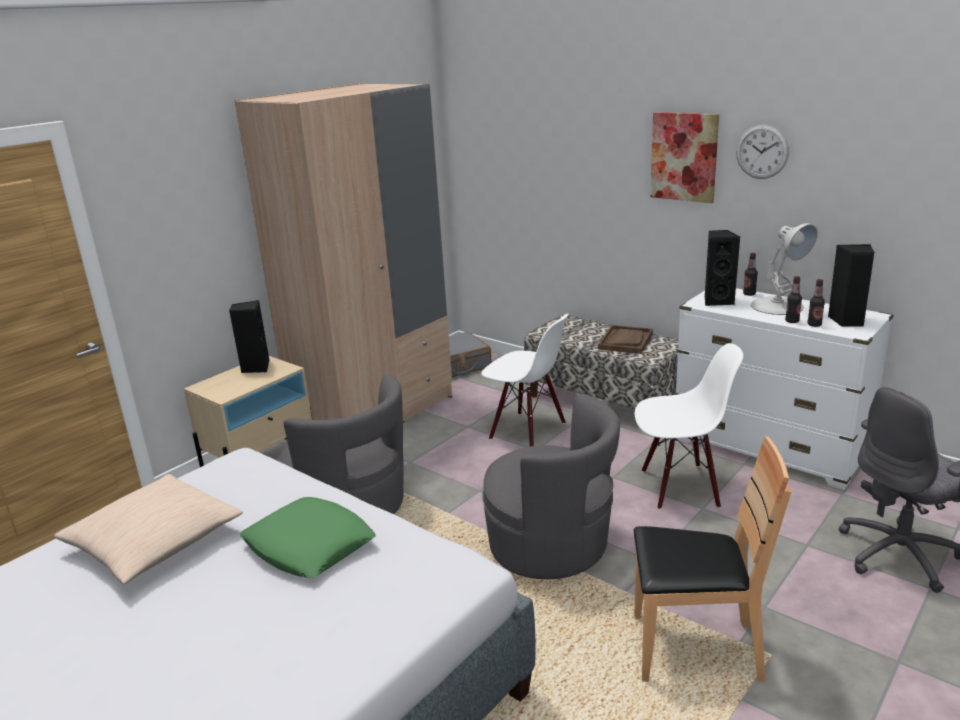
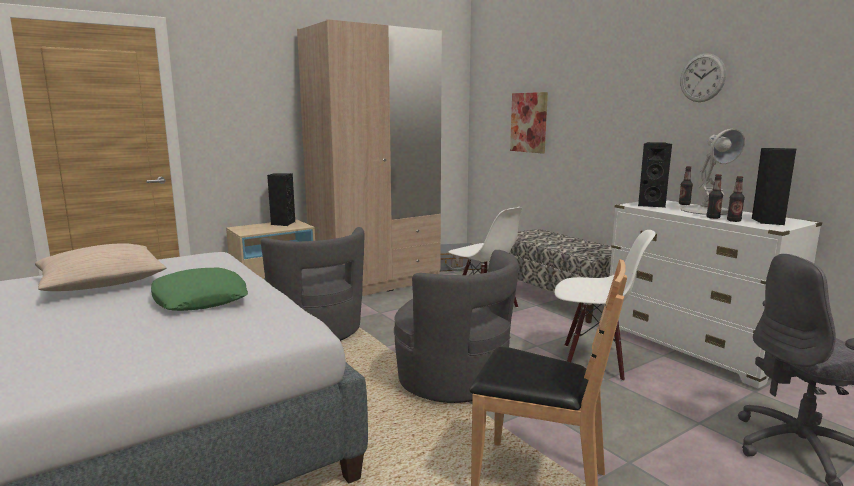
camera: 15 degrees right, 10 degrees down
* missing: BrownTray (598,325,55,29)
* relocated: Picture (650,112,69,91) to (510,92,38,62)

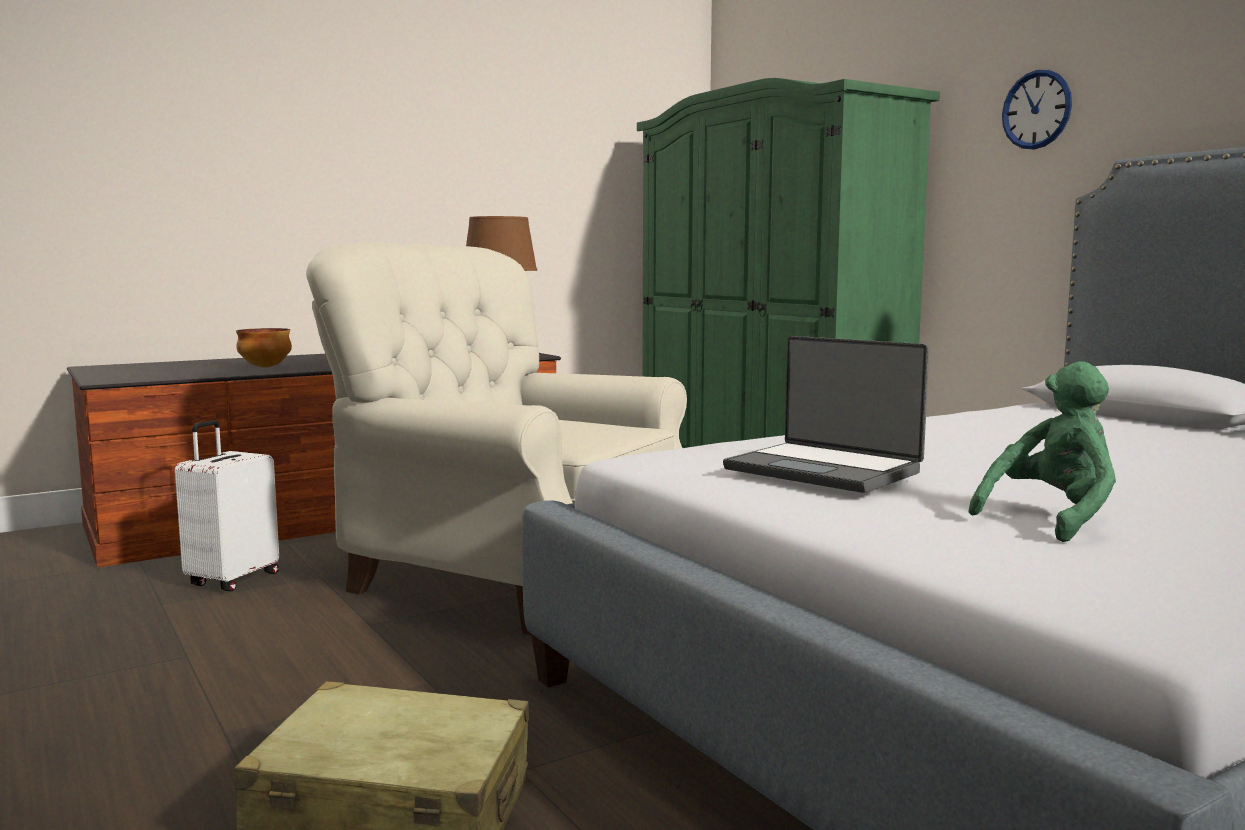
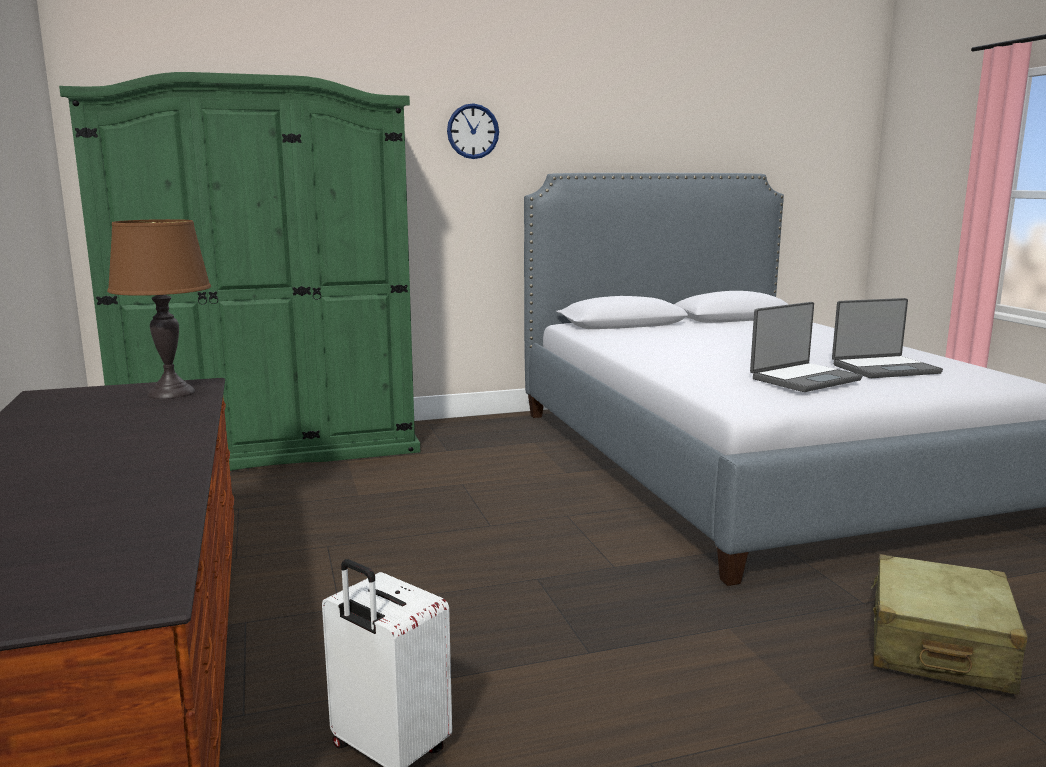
camera: 75 degrees left, 5 degrees up
* missing: Bowl (236,328,56,40)
* missing: BeigeArmchair (306,242,381,393)
* exchanged: GreenPlushToy (969,361,147,181) to Laptop (832,298,111,80)

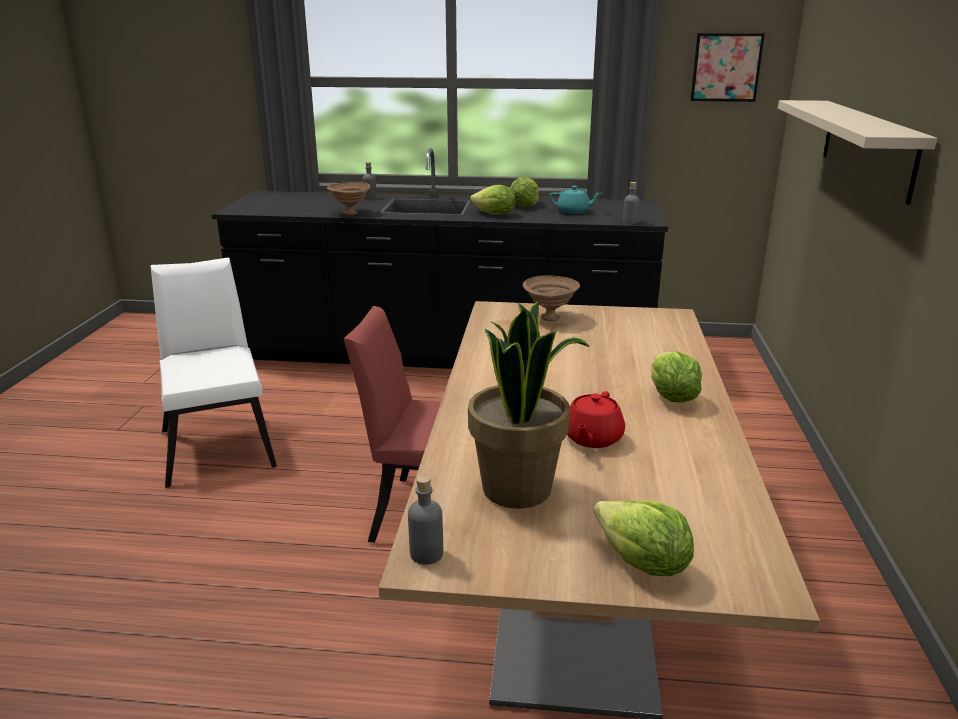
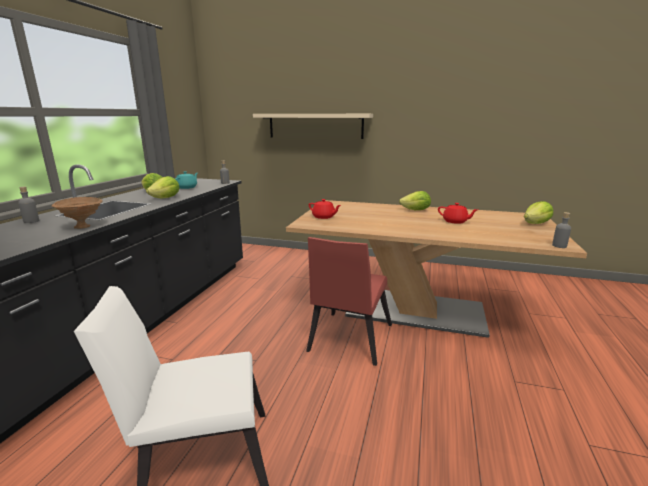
camera: 80 degrees left, 5 degrees down
* missing: PottedPlant (468,300,121,209)
* missing: Picture (690,33,75,69)
* exchanged: BrownBowl (523,275,57,46) to RedTeapot (309,199,32,20)

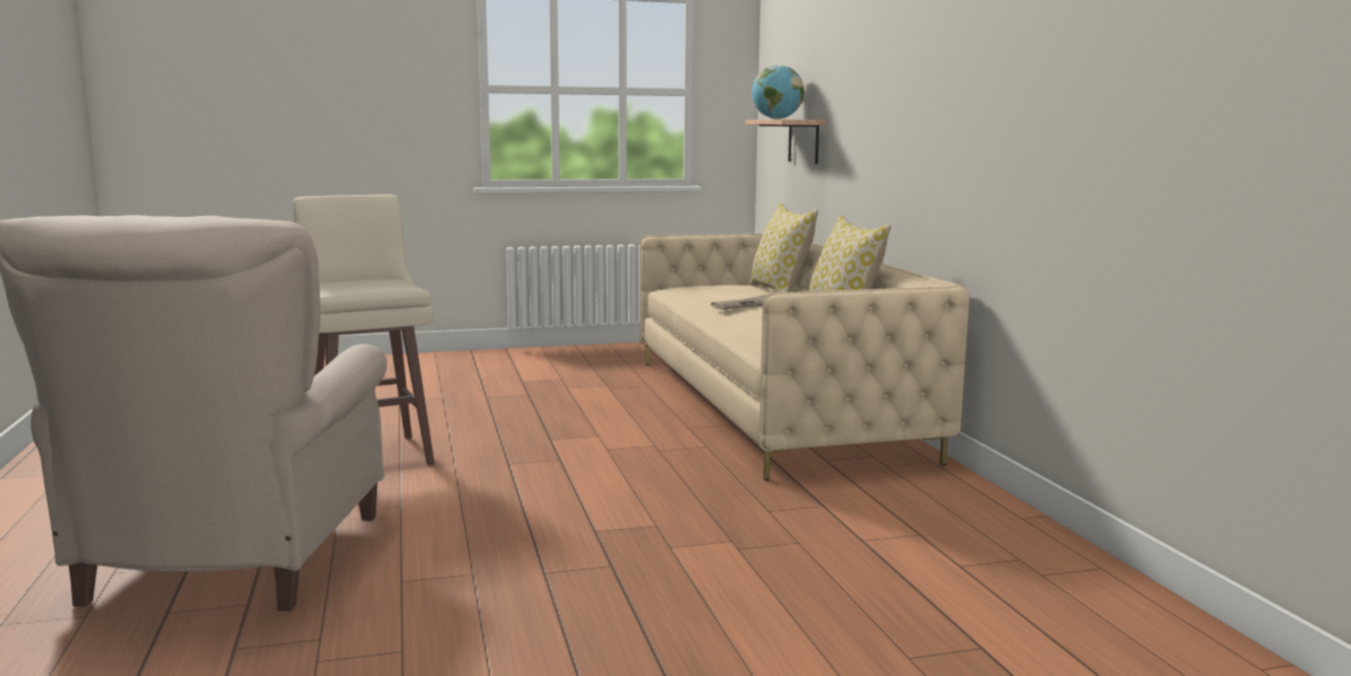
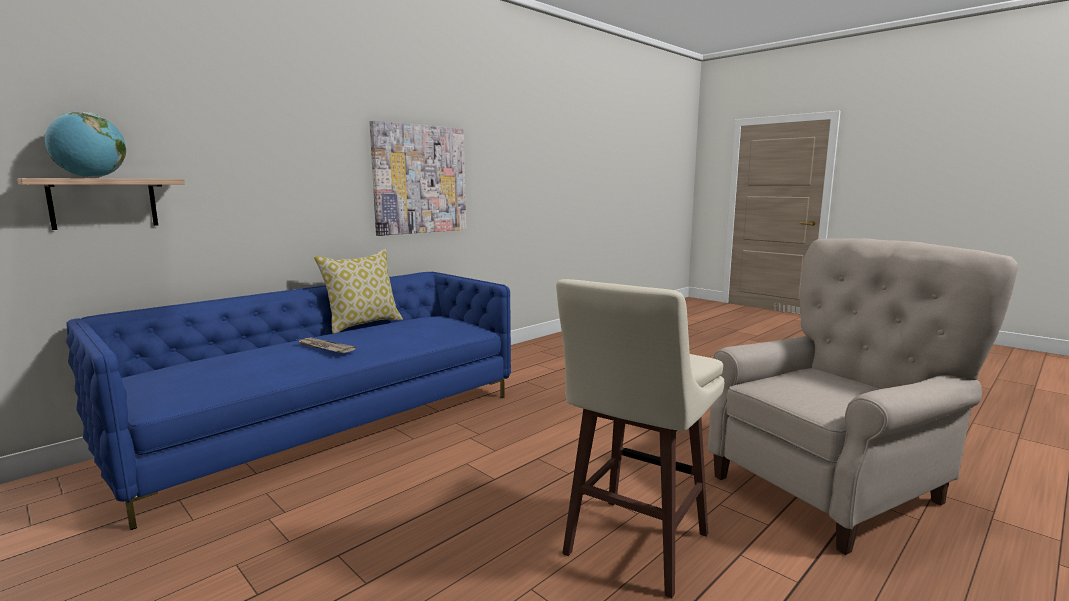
camera: 120 degrees left, 0 degrees up
* missing: Pillow (750,203,68,90)
* appeared: Picture (369,121,97,115)
* colour: BeigeSofa (640,234,330,247) to BlueSofa (66,272,445,258)

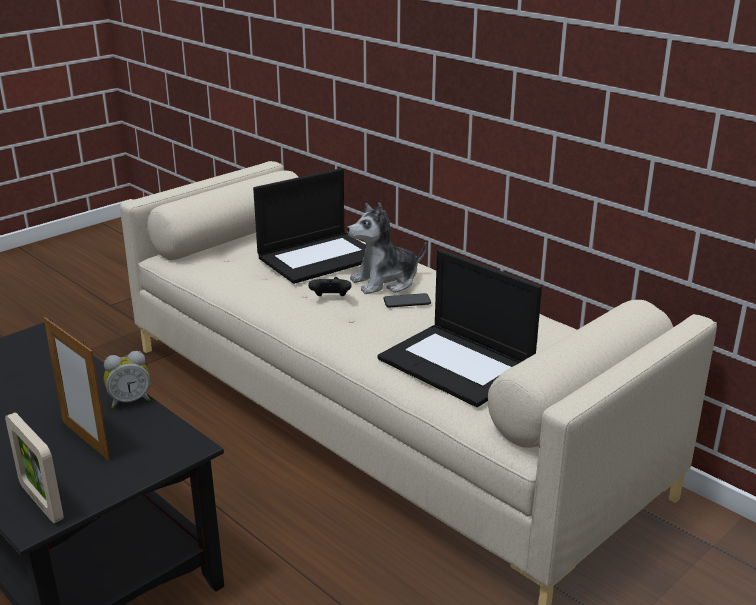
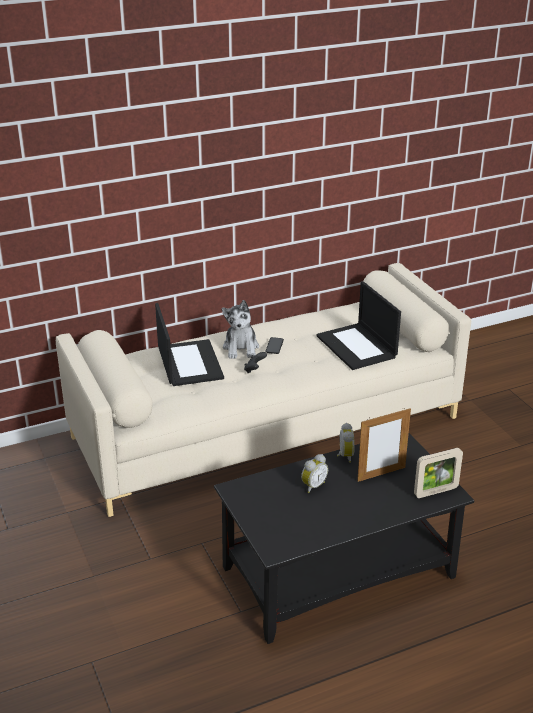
camera: 70 degrees left, 5 degrees up
* appeared: AlarmClock (301,454,27,39)
* spun: Laptop (377,249,165,158) = (317,281,84,89) 90 degrees clockwise

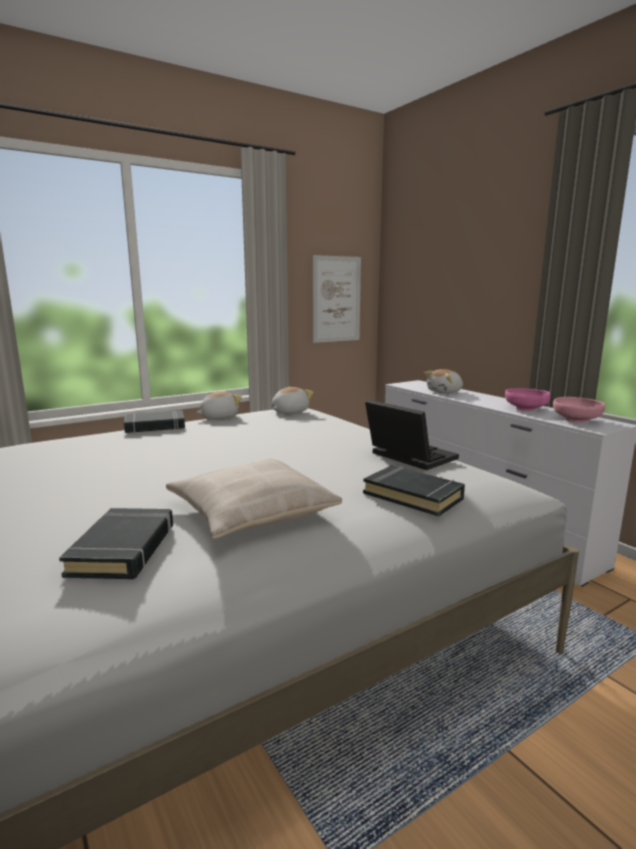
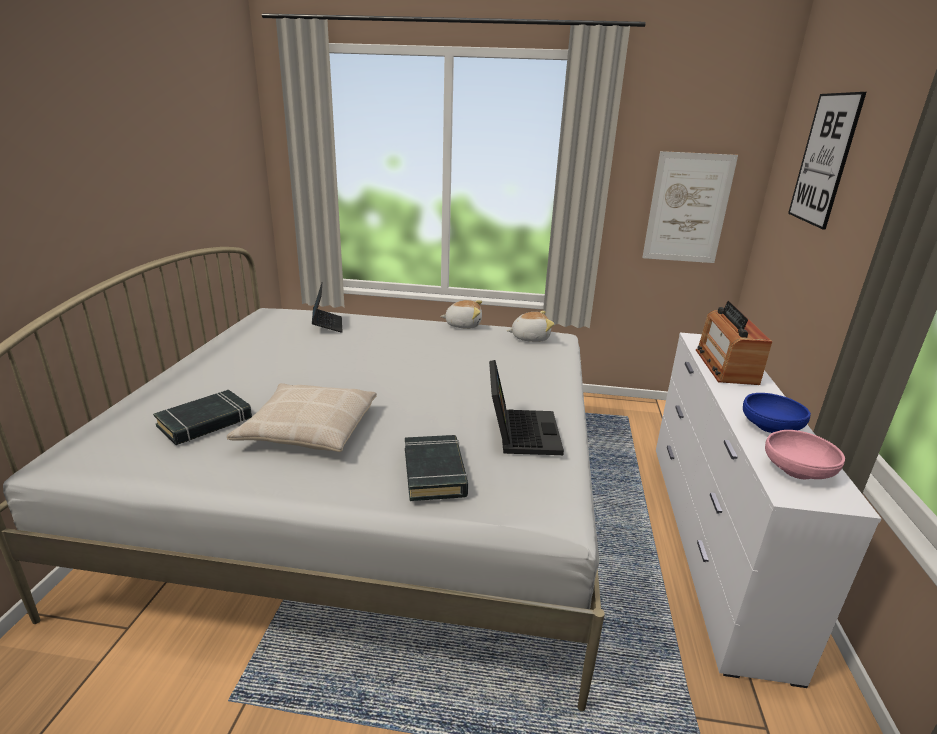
camera: 40 degrees right, 10 degrees up
* missing: BlackBook (124,410,61,23)
* appeared: Laptop (312,283,31,50)
* appeared: Picture (788,92,78,138)
* exchanged: PlushToy (424,369,39,24) to Radio (696,301,76,84)
* colour: PinkBowl (505,388,46,23) to BlueBowl (743,393,68,40)

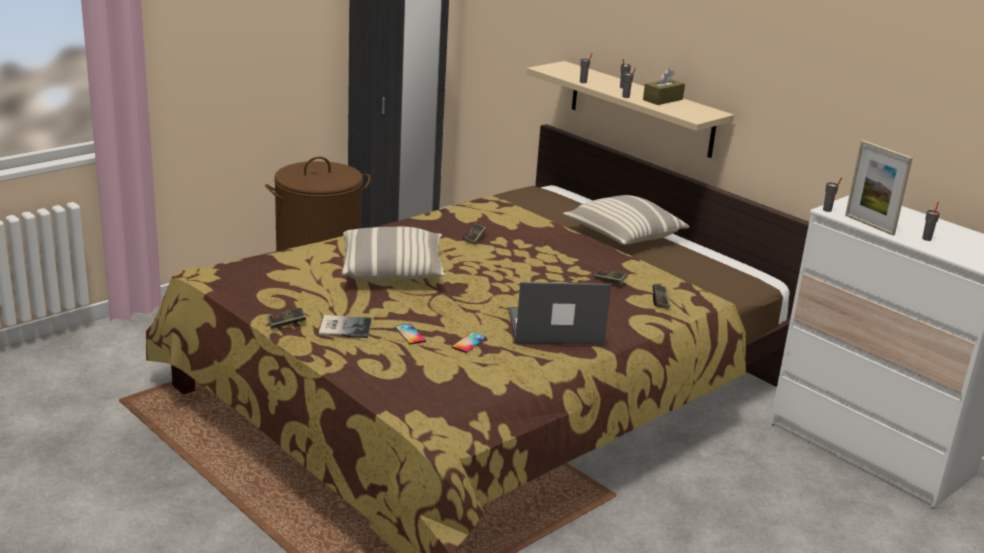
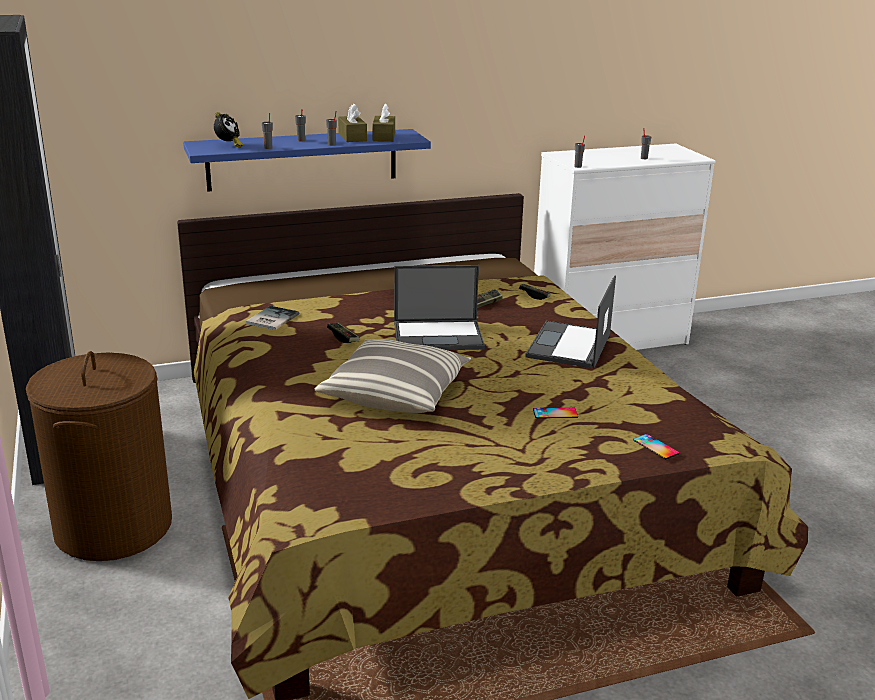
camera: 65 degrees left, 0 degrees up
* missing: GameController (268,307,38,22)
* missing: Pillow (563,195,126,50)
* missing: PictureFrame (845,140,68,95)
* appeared: AlarmClock (214,112,29,35)
* appeared: BrownTissueBox (372,103,23,39)
* appeared: Laptop (394,265,91,85)
* relocated: Book (319,315,53,23) to (246,306,53,24)
* relocated: Phone (451,332,36,21) to (633,434,47,25)
* colour: BeigeShelf (527,61,207,97) to BlueShelf (183,129,248,62)

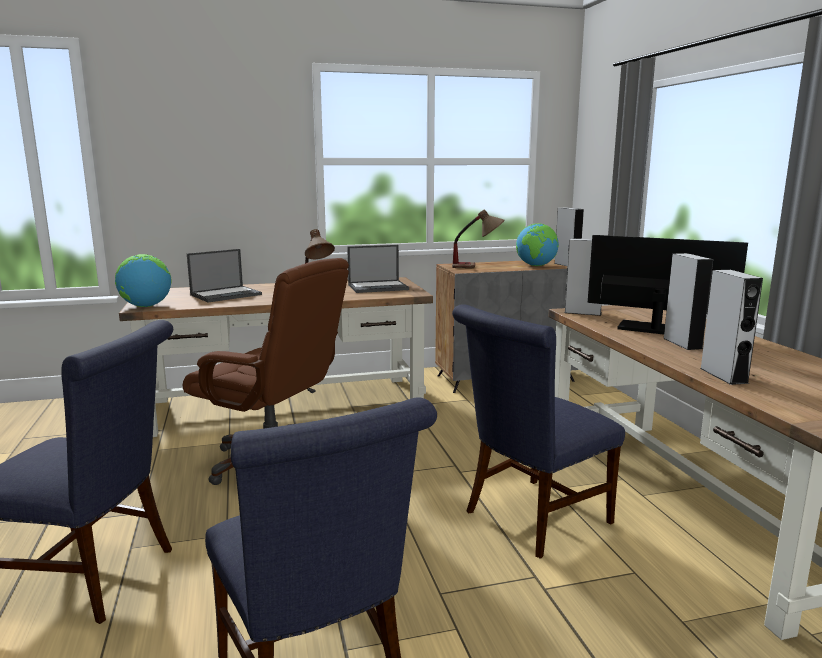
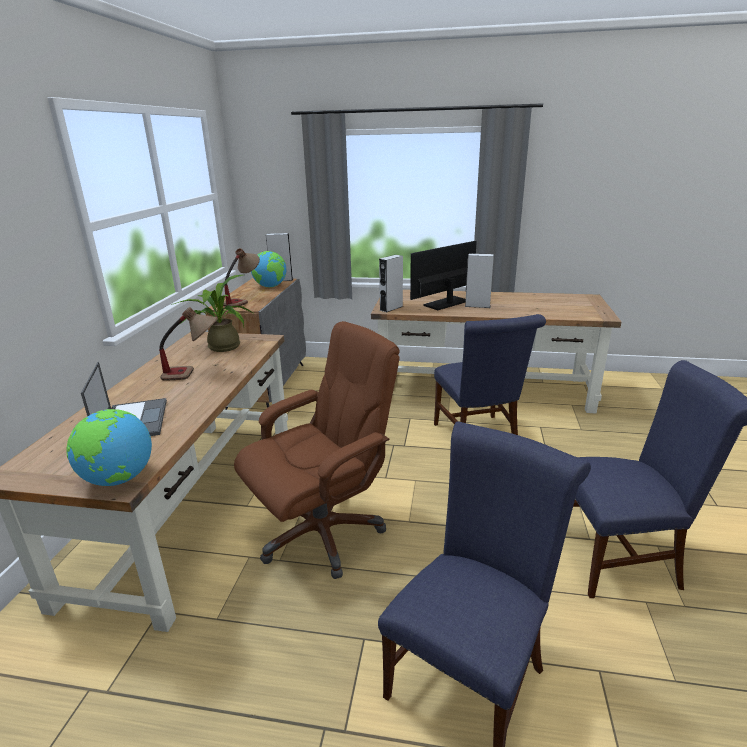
camera: 65 degrees left, 10 degrees up
* missing: GreySpeaker (700,270,63,115)
* exchanged: Laptop (347,245,62,48) to PottedPlant (171,275,84,77)

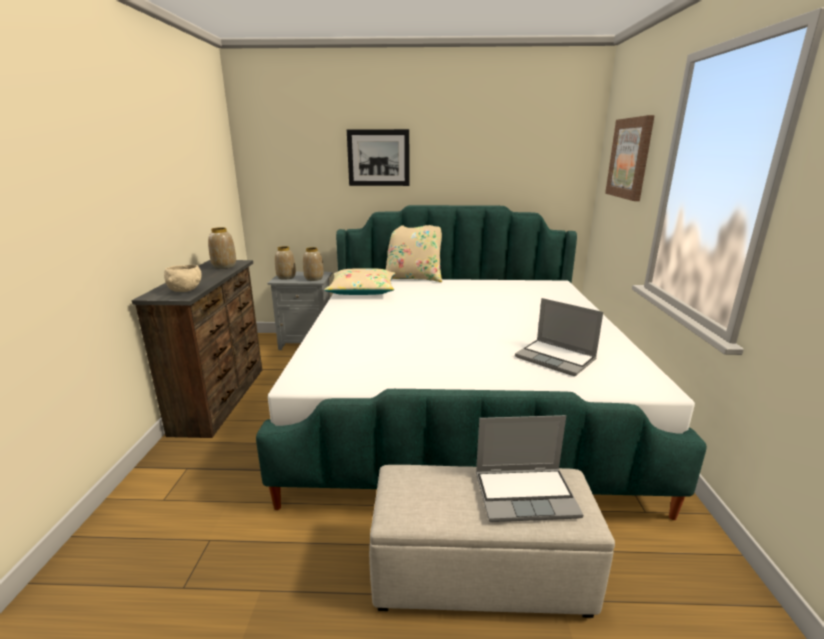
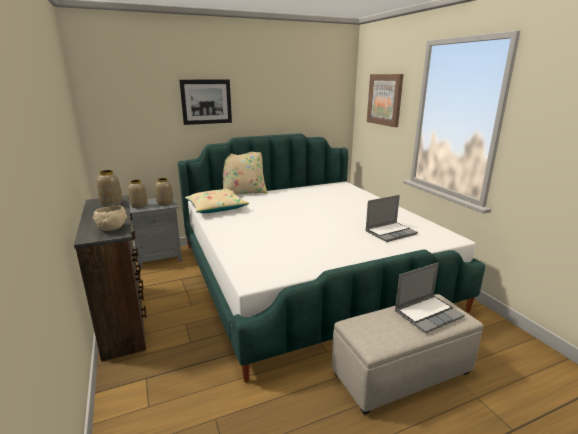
camera: 25 degrees left, 0 degrees up
* spun: Laptop (515,298,88,78) = (365,195,53,47) 45 degrees counterclockwise

